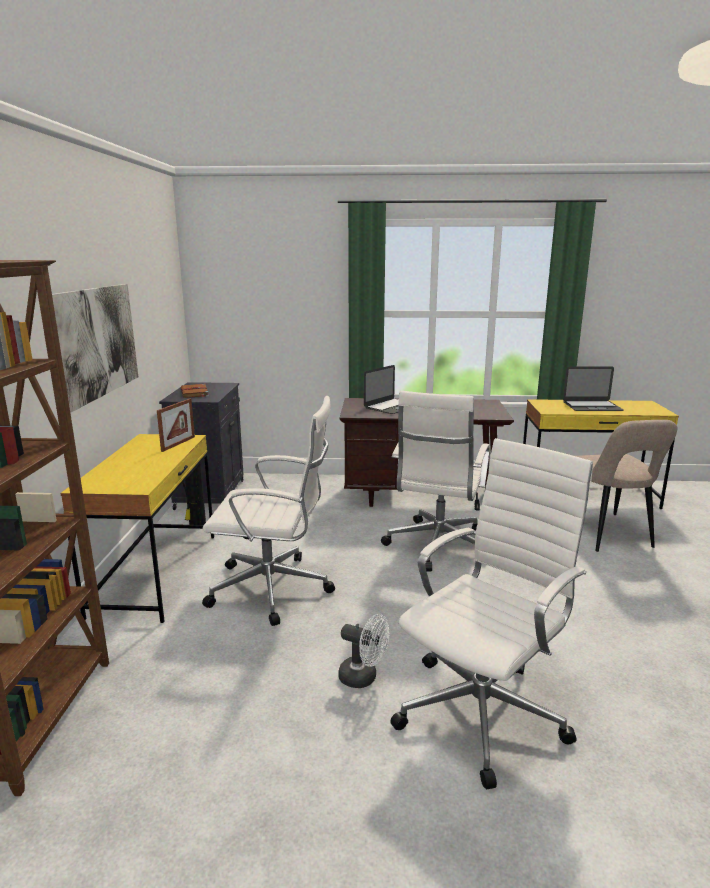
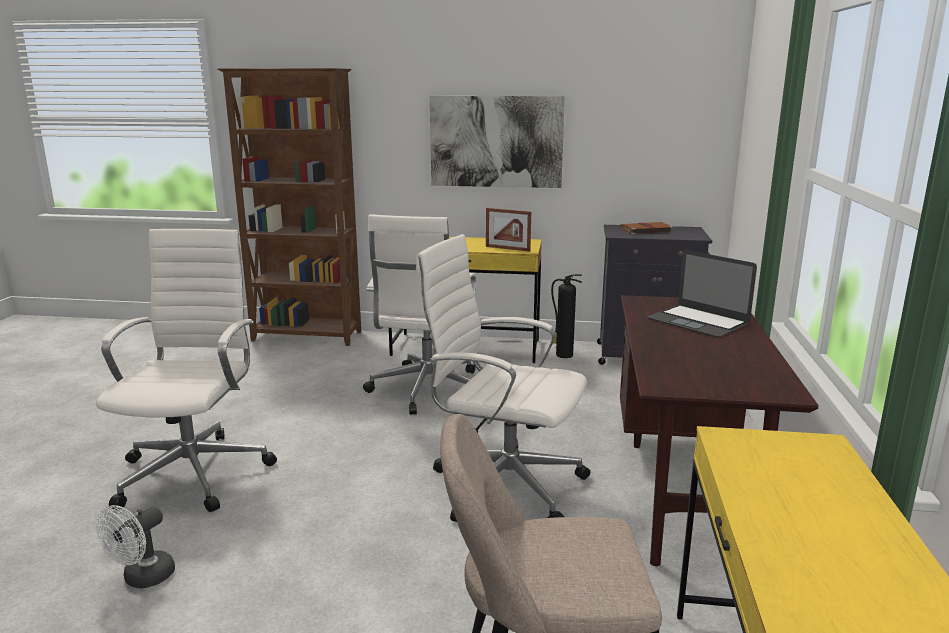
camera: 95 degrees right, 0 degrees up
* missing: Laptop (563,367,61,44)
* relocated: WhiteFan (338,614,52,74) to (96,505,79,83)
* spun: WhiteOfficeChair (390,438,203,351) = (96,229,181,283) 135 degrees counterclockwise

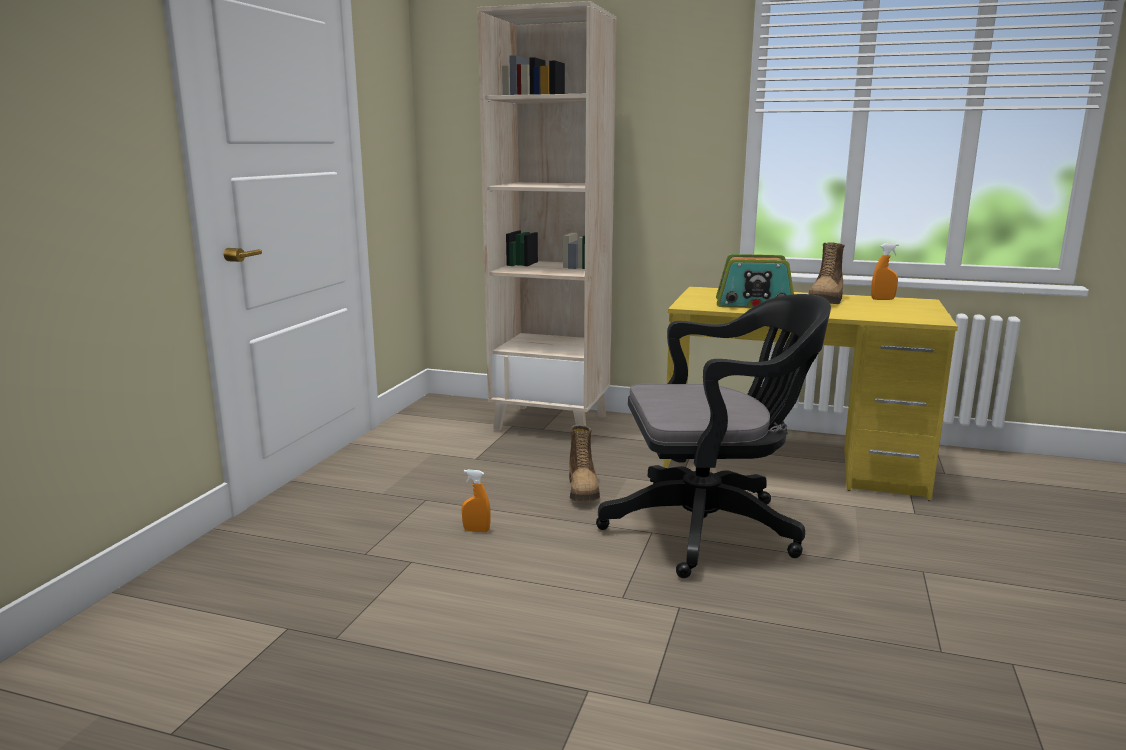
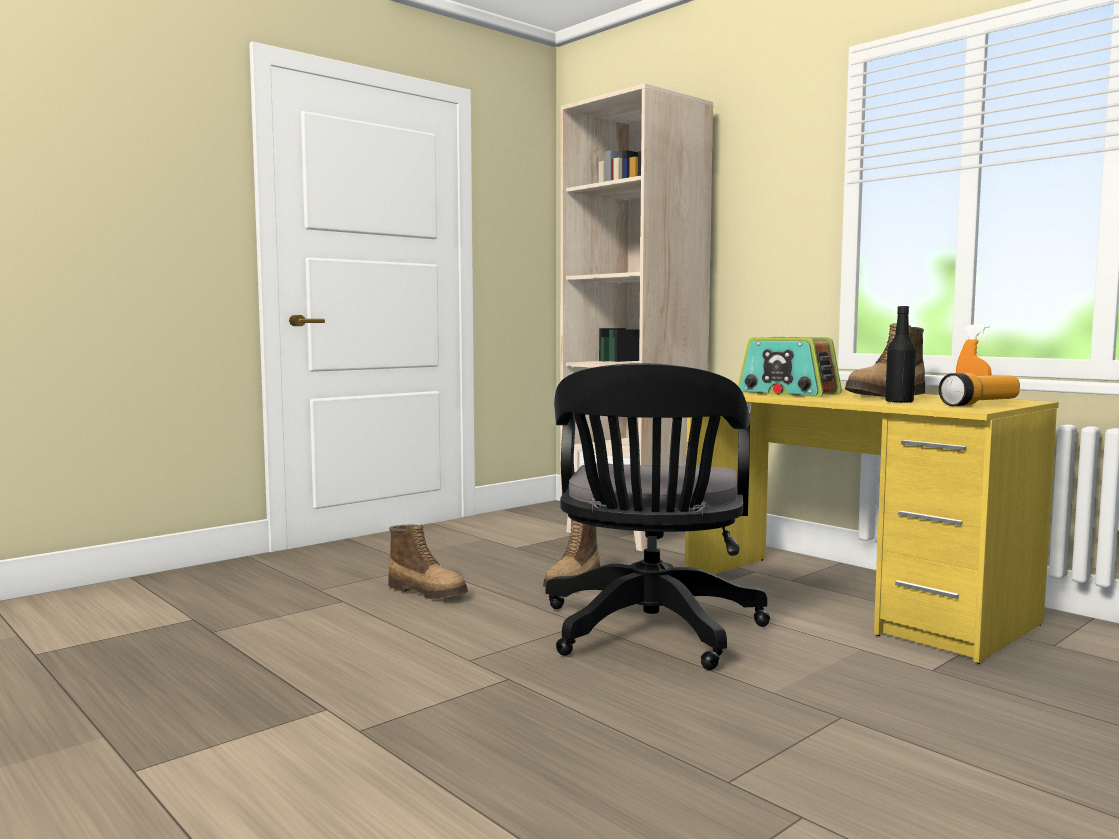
camera: 30 degrees right, 10 degrees down
* appeared: BlackBottle (885,306,31,97)
* appeared: Flashlight (939,373,81,33)
* exchanged: OrangeSprayBottle (462,470,29,62) to Boot (388,525,80,74)
* spun: BlackOfficeChair (596,294,235,284) = (546,363,224,307) 75 degrees clockwise

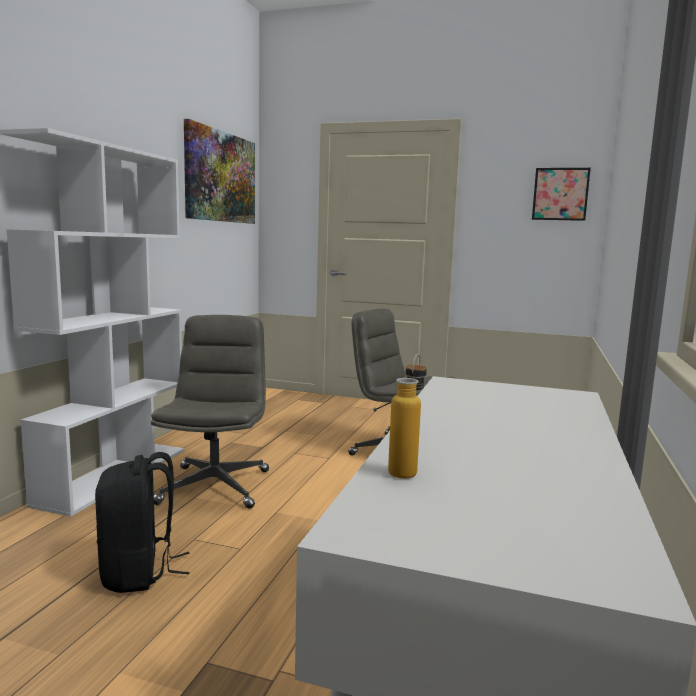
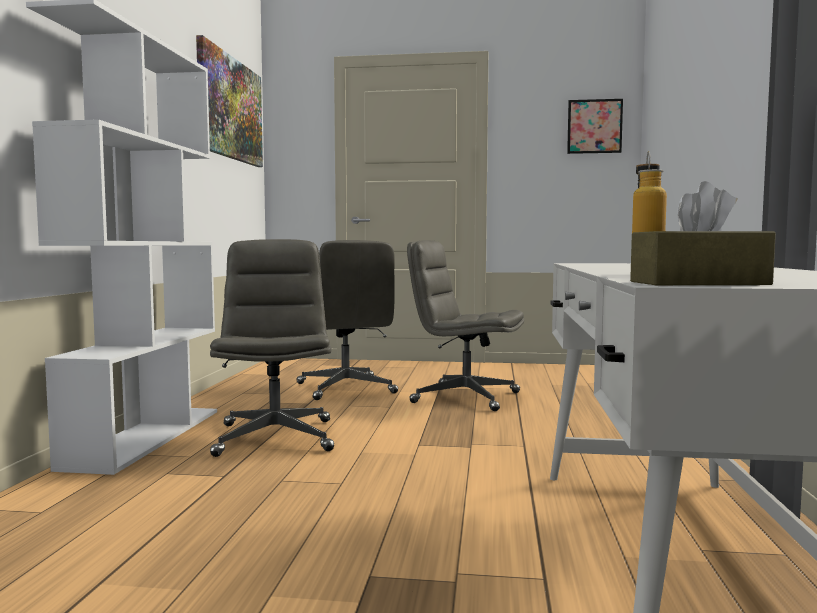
camera: 10 degrees left, 5 degrees down
* missing: BlackBackpack (95,452,95,141)
* appeared: GreyOfficeChair (296,240,102,160)
* appeared: BrownTissueBox (630,181,146,104)

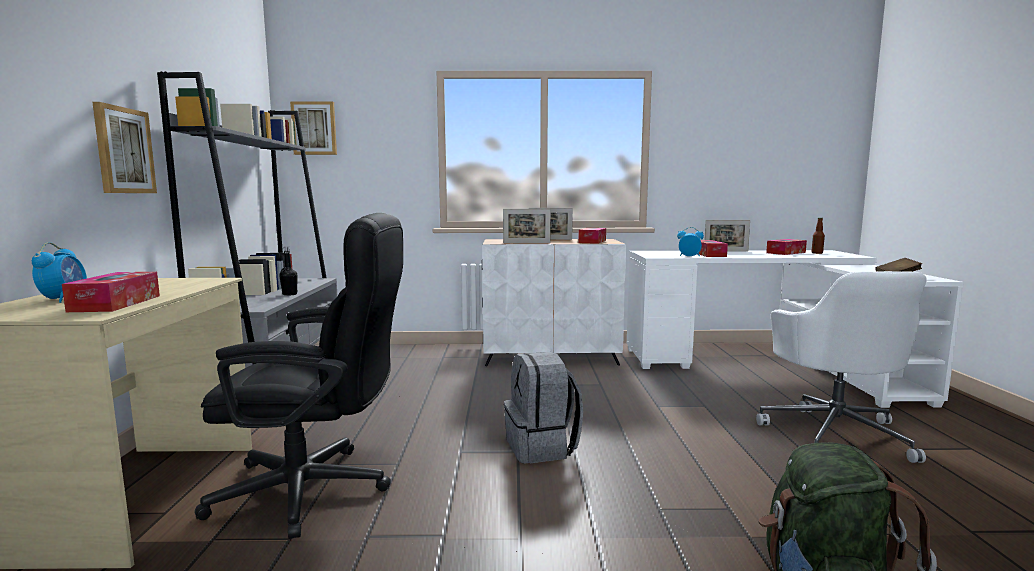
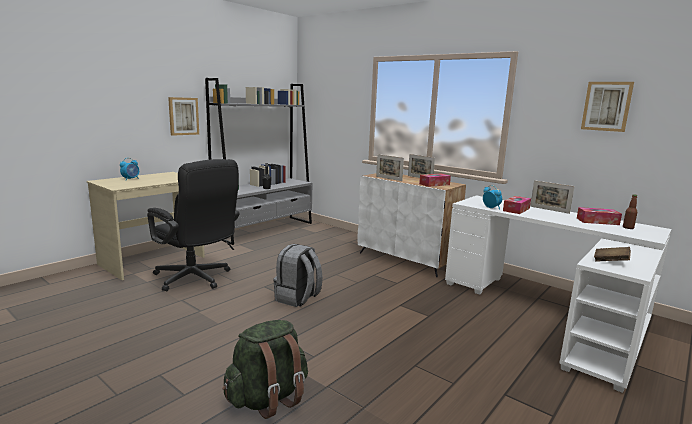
camera: 40 degrees right, 5 degrees up
* missing: TissueBox (62,272,98,40)
* missing: WhiteOfficeChair (756,271,171,192)
* relocated: Picture (290,101,47,54) to (581,82,53,50)

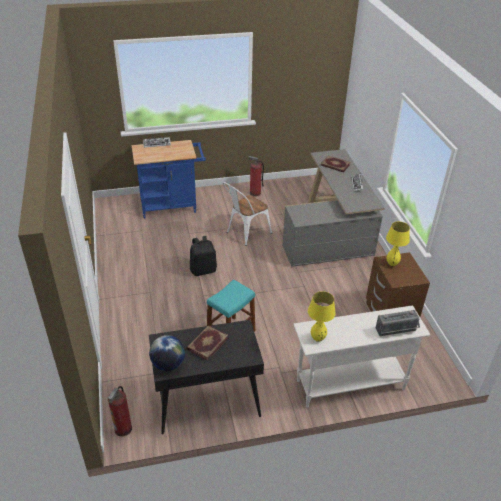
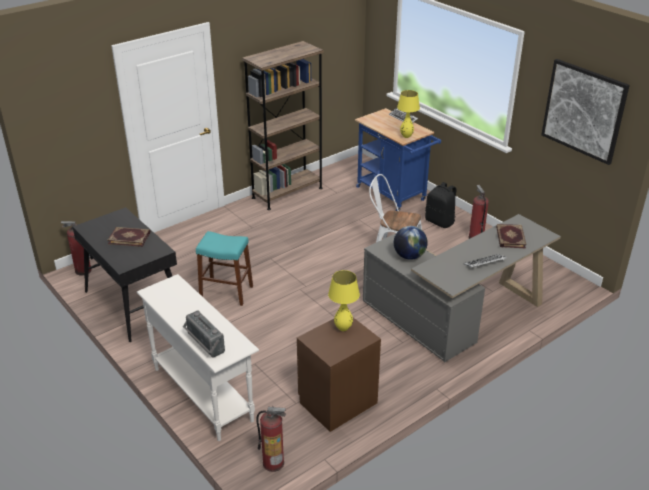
camera: 65 degrees right, 5 degrees down
* appeared: BrownBookcase (242,41,82,169)
* appeared: FireExtinguisher (256,406,30,66)
* appeared: Picture (541,59,89,106)
* relocated: Globe (149,335,36,36) to (394,226,34,34)
* relocated: BlackBackpack (190,236,27,40) to (425,182,31,46)
* relocated: YellowTableLamp (308,291,28,51) to (397,90,23,48)

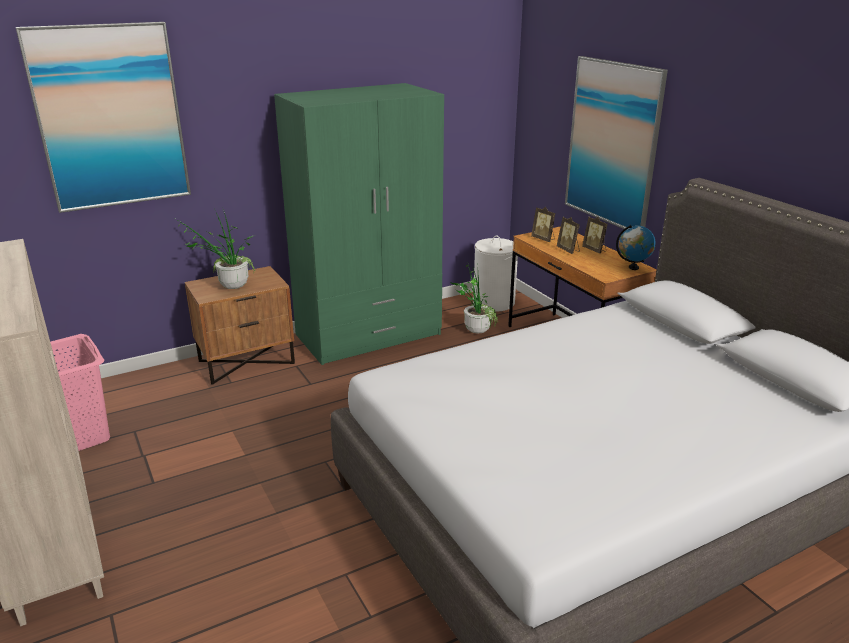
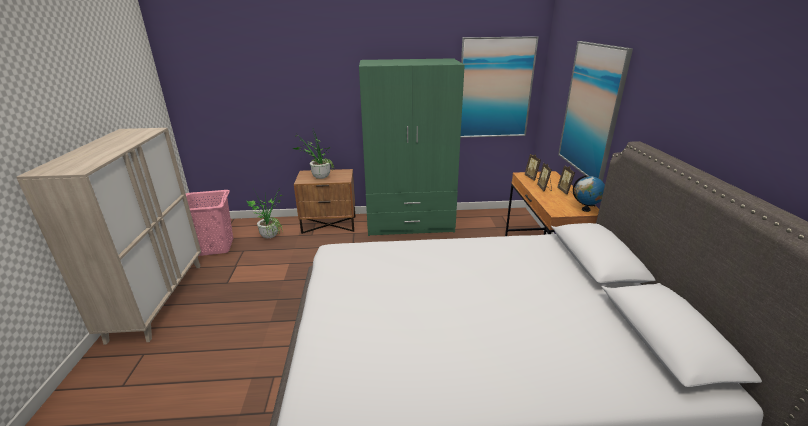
camera: 25 degrees right, 0 degrees up
* missing: WhiteLaundryBasket (473,235,45,77)
* relocated: Picture (16,22,175,191) to (461,36,78,102)
* relocated: PottedPlant (450,264,48,70) to (247,190,36,48)

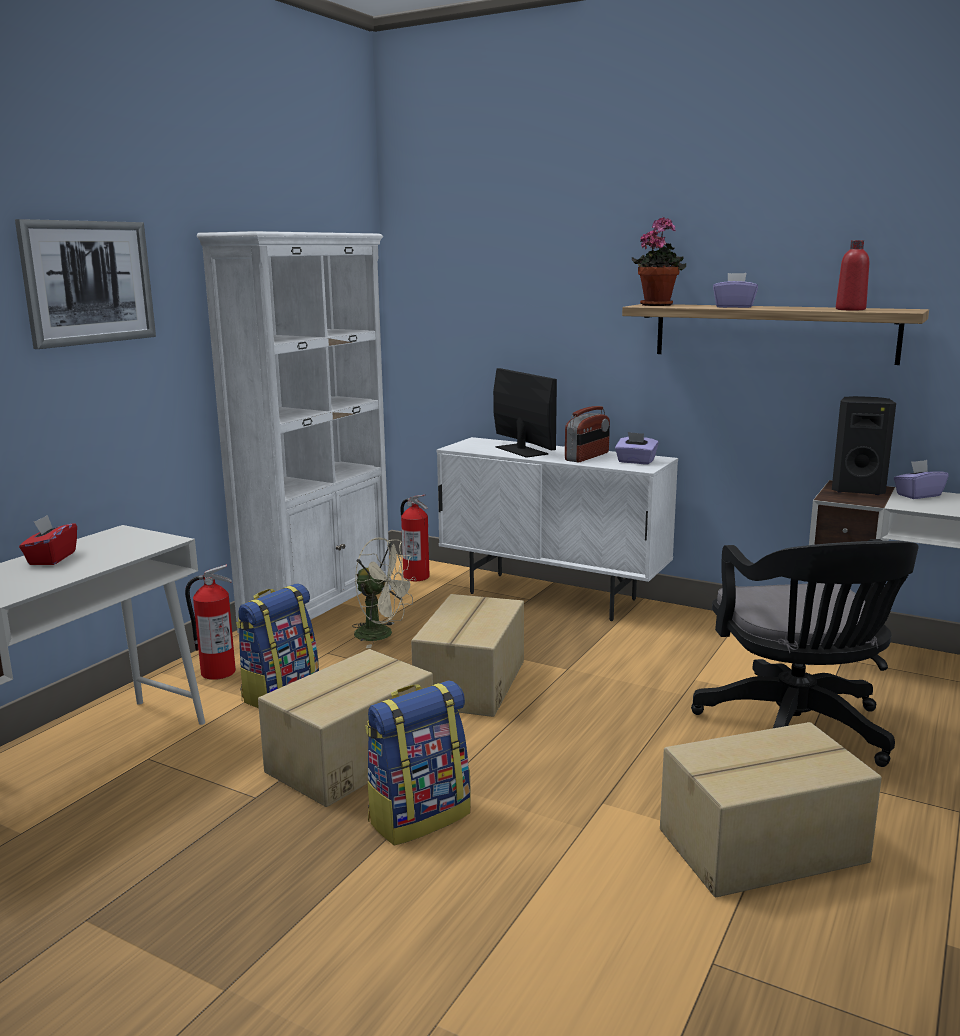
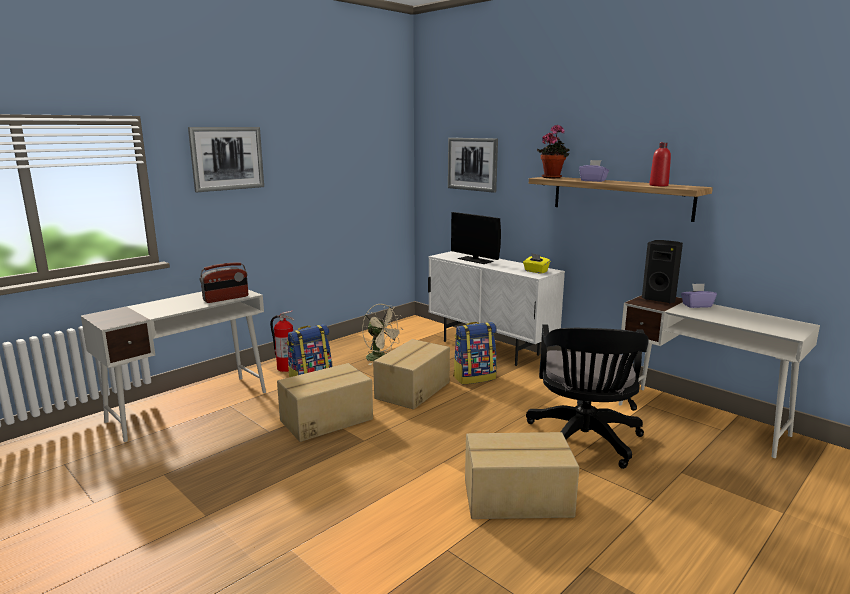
camera: 15 degrees right, 0 degrees up
* missing: RedTissueBox (19,515,58,50)
* missing: WhiteBookcase (197,231,195,402)
* missing: FireExtinguisher (401,495,29,86)
* appeared: Picture (448,138,50,55)
* relocated: Backpack (365,680,106,166) to (453,322,44,62)
* relocated: Radio (565,406,45,56) to (200,262,48,41)
* colour: PurpleTissueBox (615,432,44,32) to YellowTissueBox (523,253,27,21)
* spun: Monitor (493,368,64,90) = (451,212,50,52) 150 degrees clockwise

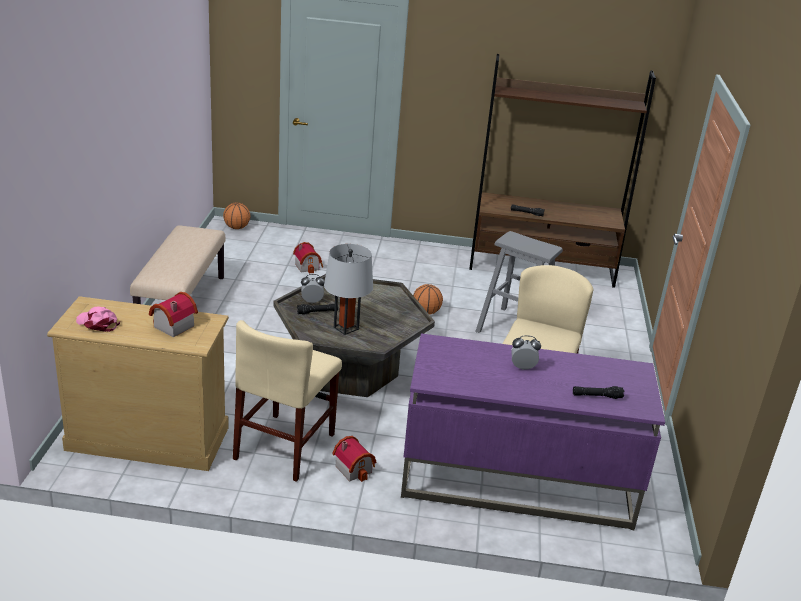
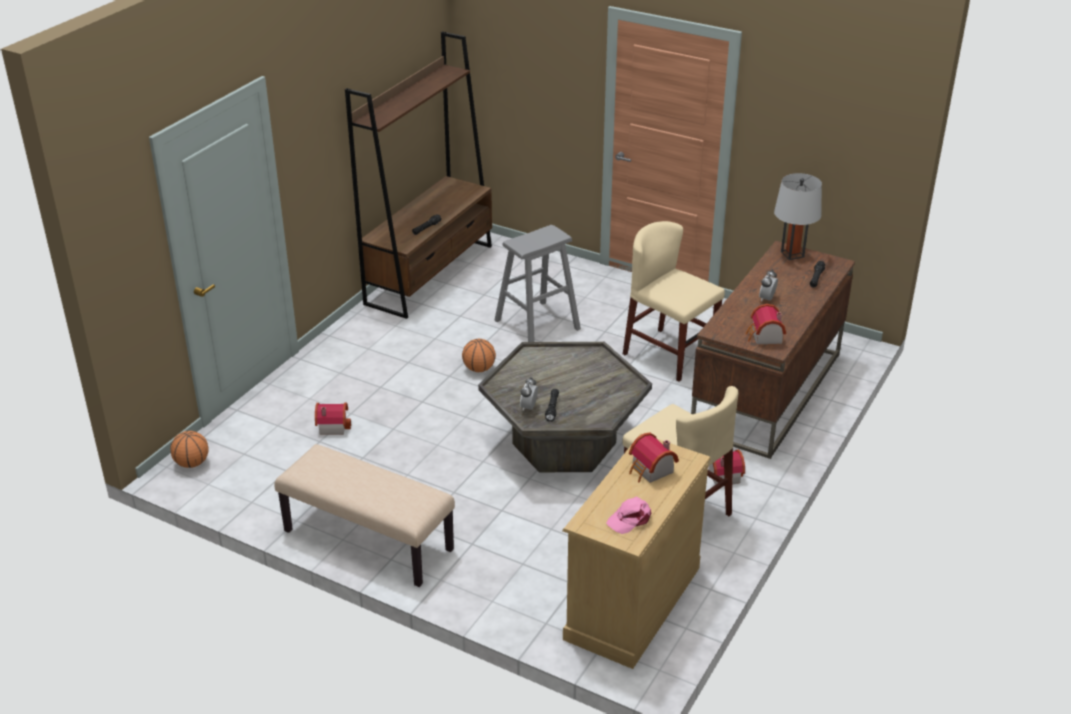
camera: 65 degrees left, 5 degrees up
* appeared: ToyHouse (746,304,40,40)
* relocated: GreyTableLamp (324,244,49,91) to (774,173,48,87)
* colour: PurpleDesk (401,333,264,197) to BrownDesk (691,241,164,218)

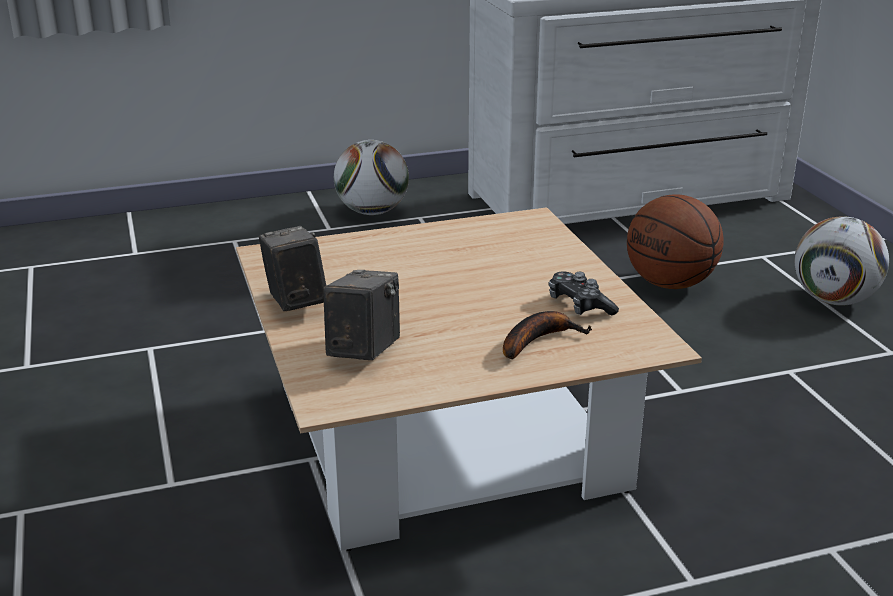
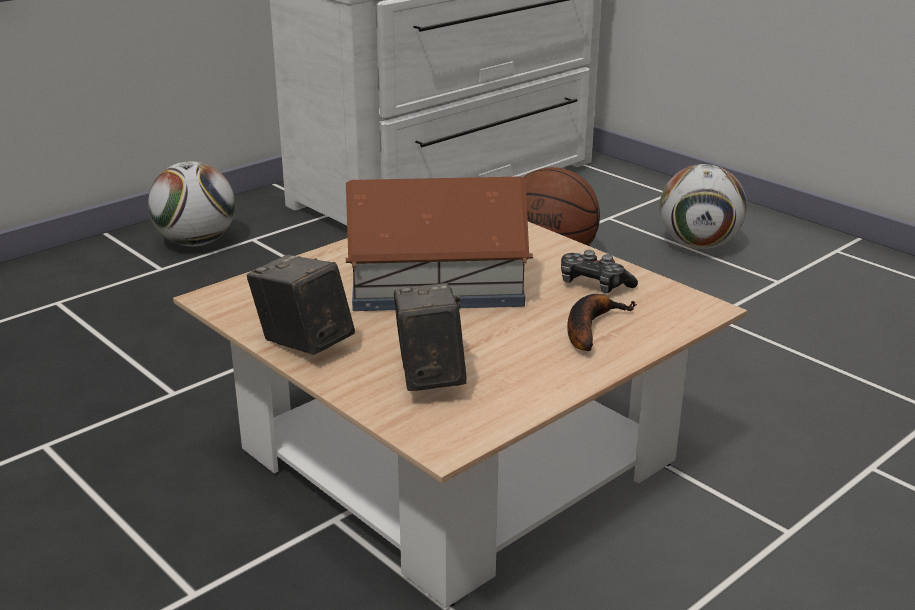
camera: 25 degrees left, 0 degrees up
* appeared: ToyHouse (346,177,187,134)

